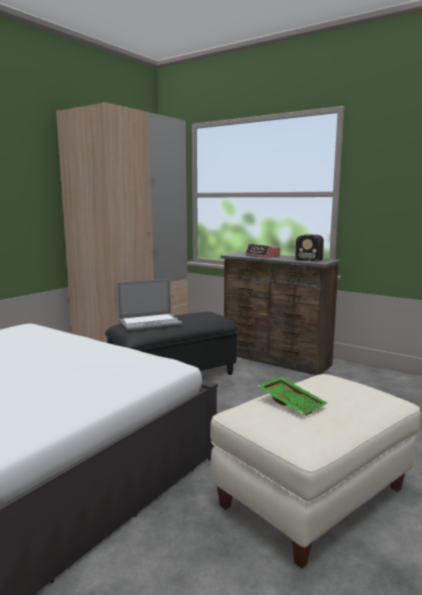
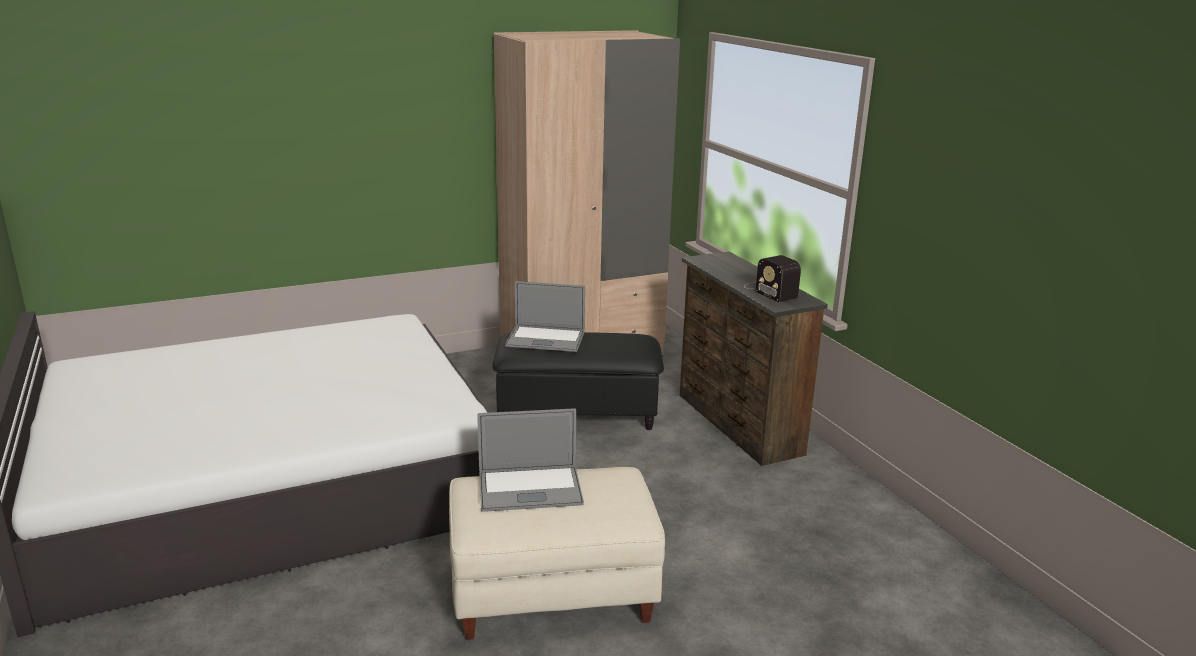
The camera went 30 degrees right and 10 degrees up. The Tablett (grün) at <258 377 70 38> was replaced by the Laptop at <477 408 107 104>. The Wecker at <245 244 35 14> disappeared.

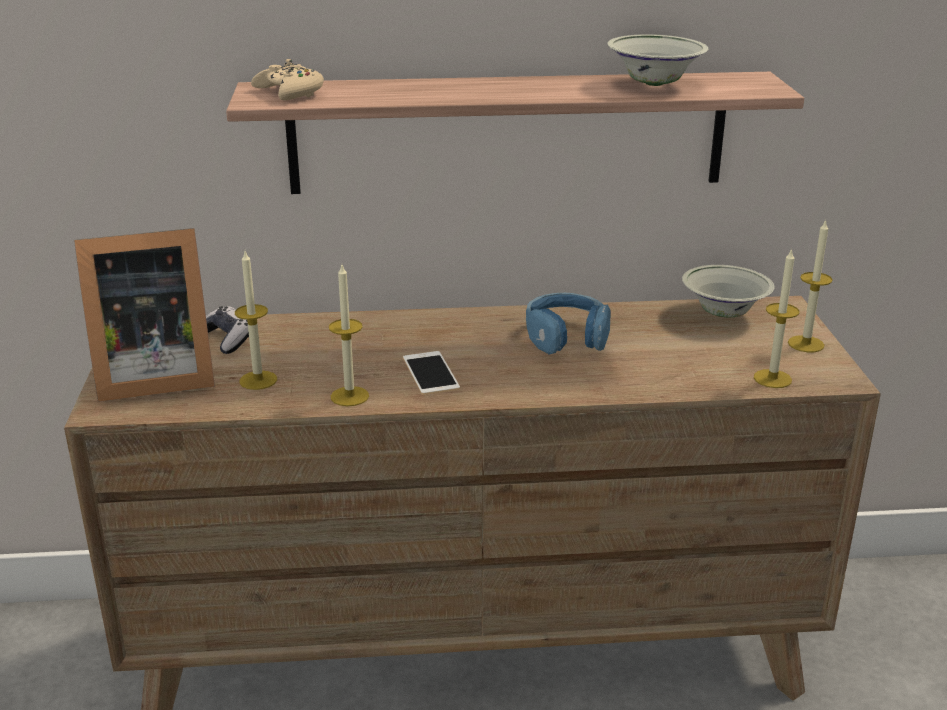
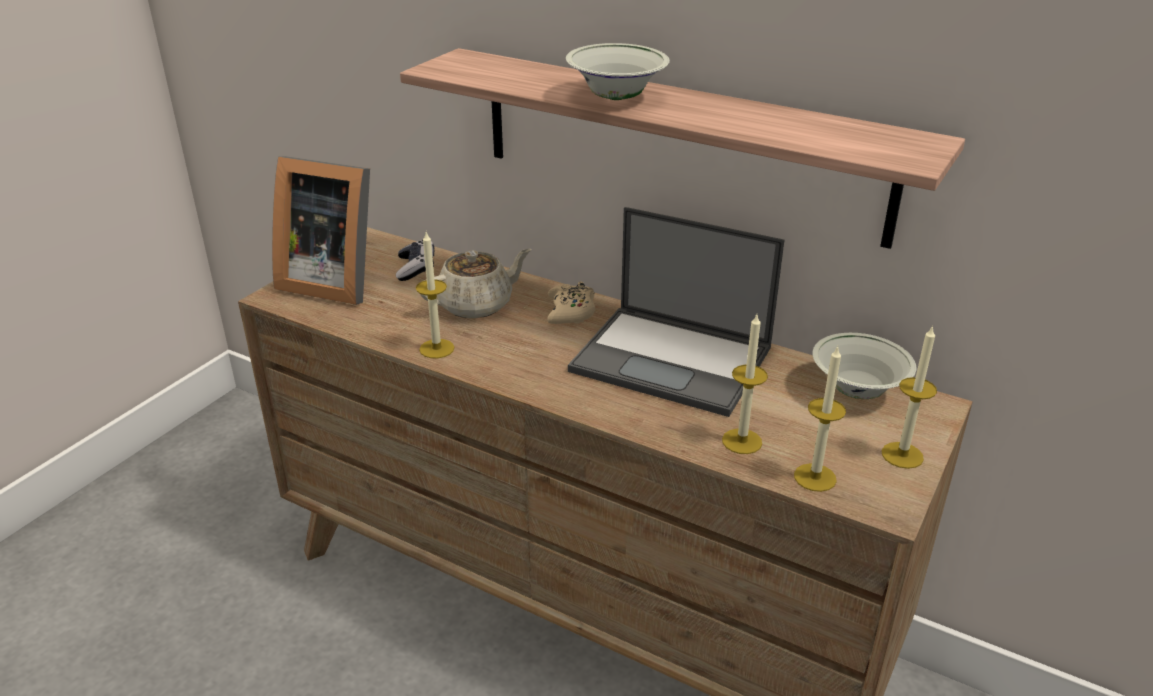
The camera went 35 degrees right and 5 degrees up. The Teekanne (beige) at <420 249 111 70> appeared. The Gamepad (beige) moved from <251 59 73 41> to <547 281 48 43>. The Schüssel (weiß) moved from <607 34 102 52> to <566 43 104 57>. The Kopfhörer (blau) at <526 293 85 62> was replaced by the Laptop at <568 207 216 210>. The Kerze moved from <235 251 42 139> to <722 315 46 139>. The Handy at <403 351 57 44> disappeared.

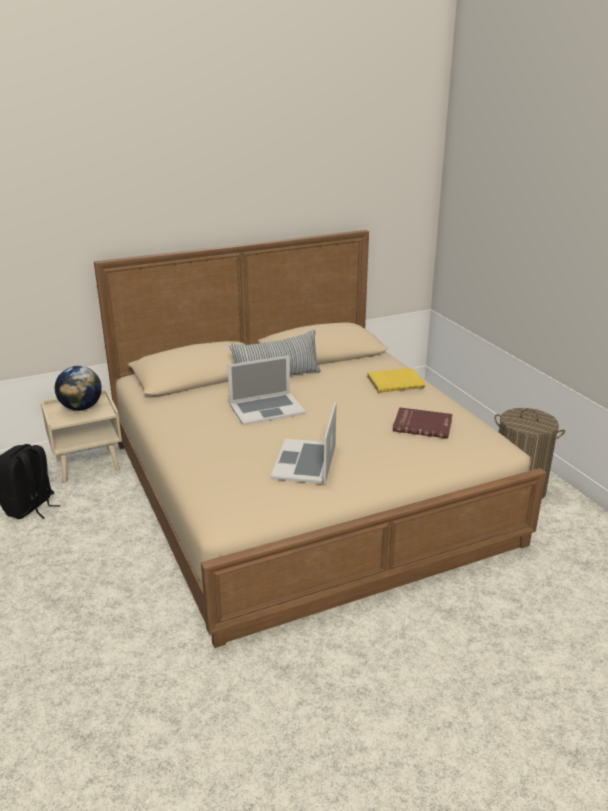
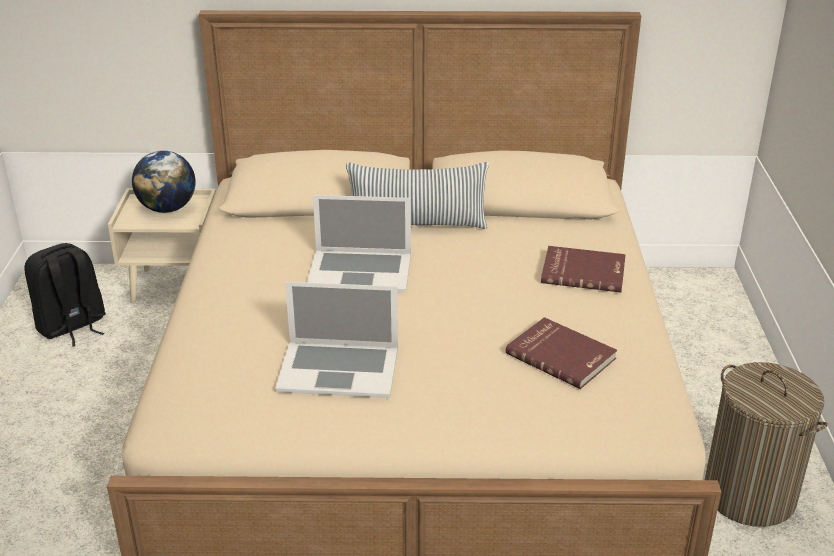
The camera went 25 degrees right and 5 degrees up. The Laptop at <271 402 66 82> turned 120 degrees counterclockwise. The Buch (gelb) at <367 368 58 25> became the Buch (rot) at <541 246 85 46>.

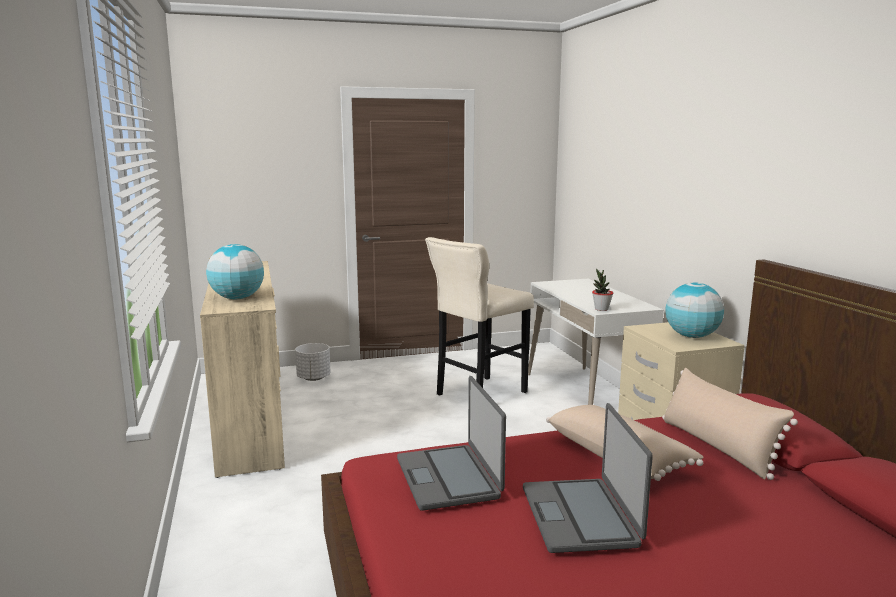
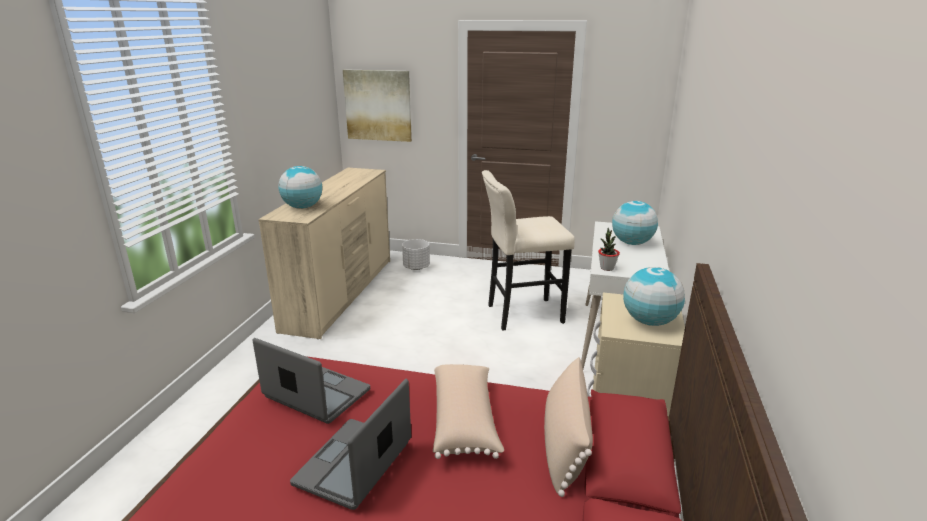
The camera went 30 degrees right and 10 degrees up. The Laptop at <397 376 109 135> turned 105 degrees clockwise. The Bild at <343 69 69 73> appeared. The Globus at <612 201 46 44> appeared.

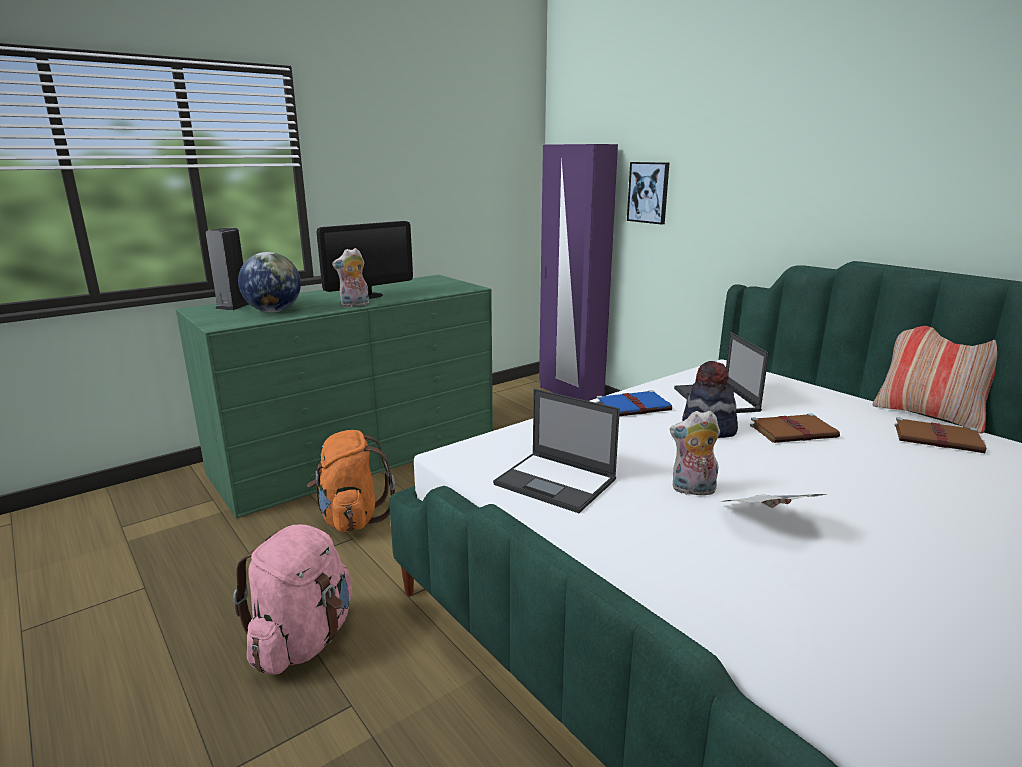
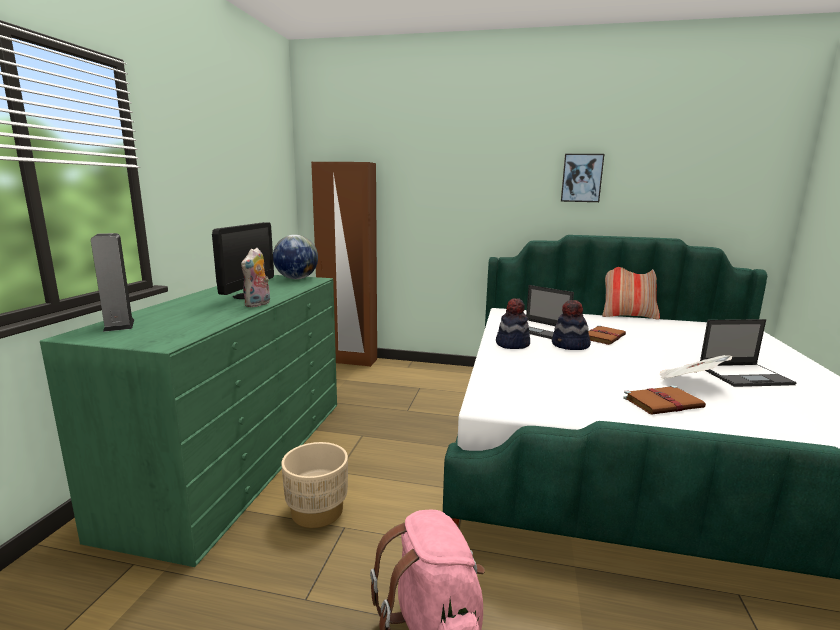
The camera went 40 degrees left and 5 degrees down. The Globus moved from <238 252 63 60> to <273 235 45 44>. The Rucksack (orange) at <307 430 88 102> was replaced by the Pflanzkübel (beige) at <281 442 67 86>. The Kleiderschrank (lila) at <539 144 79 257> became the Kleiderschrank (braun) at <311 162 66 205>. The Buch (blau) at <596 390 76 26> was replaced by the Hut at <496 298 34 51>. The Bild moved from <627 162 42 63> to <561 154 43 48>. The Buch (braun) moved from <895 417 91 36> to <623 385 83 29>. The Laptop moved from <493 389 127 124> to <700 319 97 68>. The Plüschtier at <670 411 50 84> disappeared.

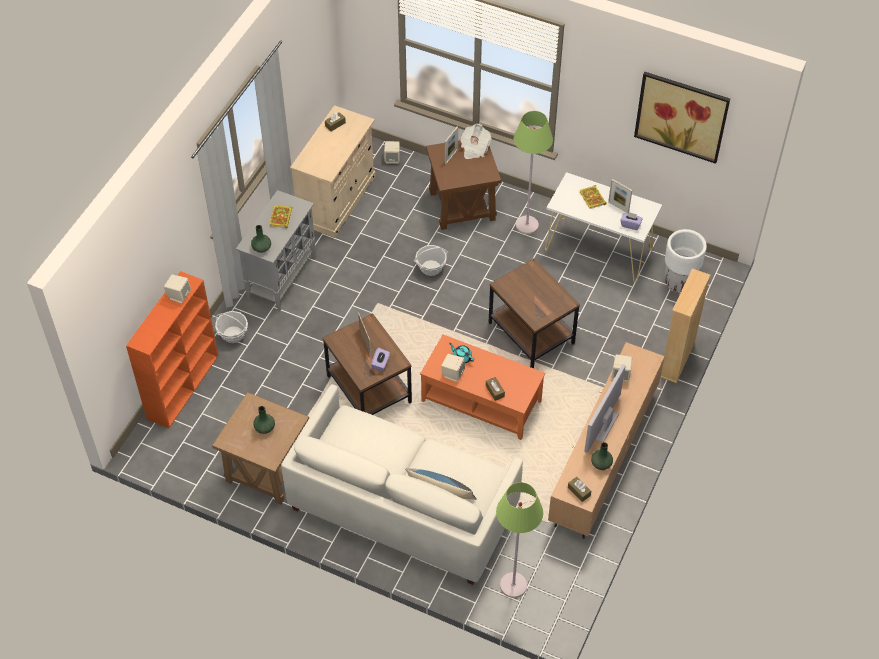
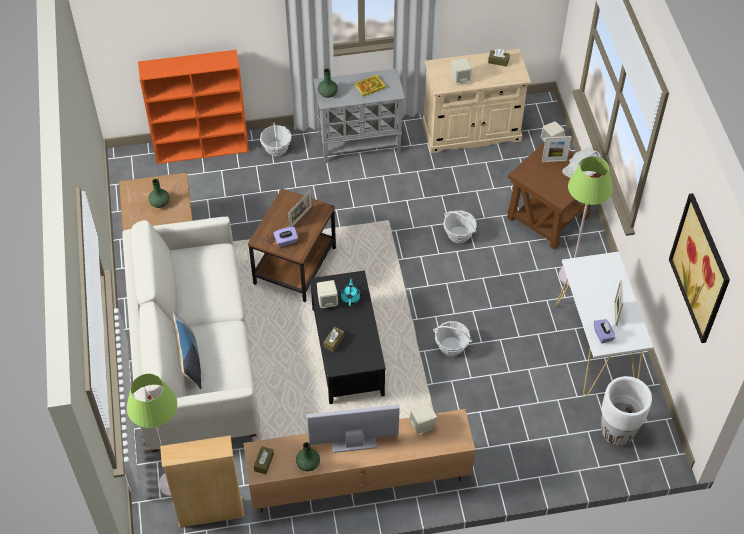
The camera went 55 degrees right and 0 degrees up. The Bücherregal (beige) moved from <661 268 49 115> to <160 435 84 93>. The Couchtisch (orange) at <420 335 125 105> became the Couchtisch (schwarz) at <310 271 76 133>. The Beistelltisch (braun) at <489 258 91 110> was replaced by the Korb at <433 321 39 35>. The Lautsprecher (beige) moved from <164 274 27 29> to <451 58 21 27>. The Buch at <580 185 27 24> disappeared.

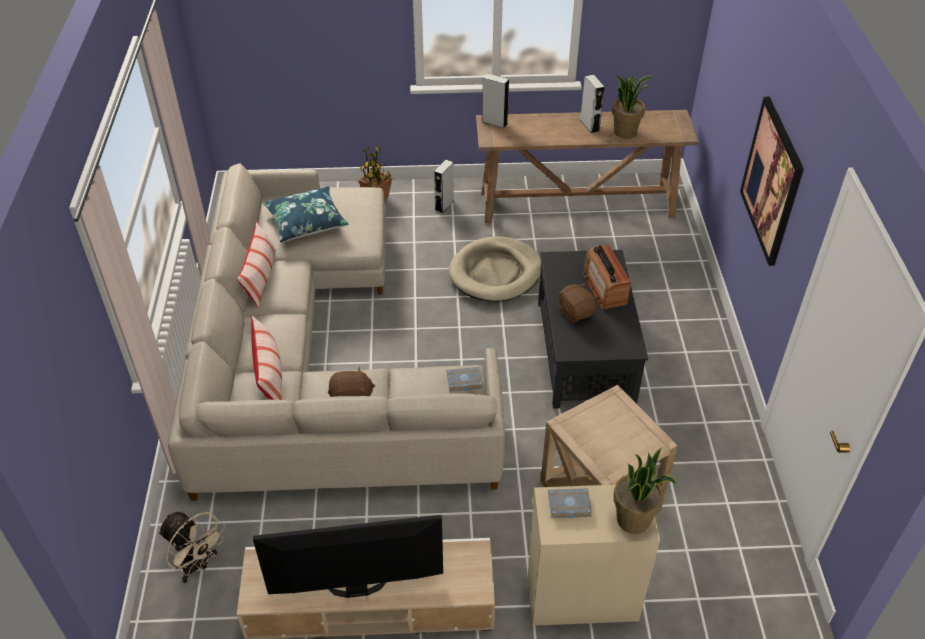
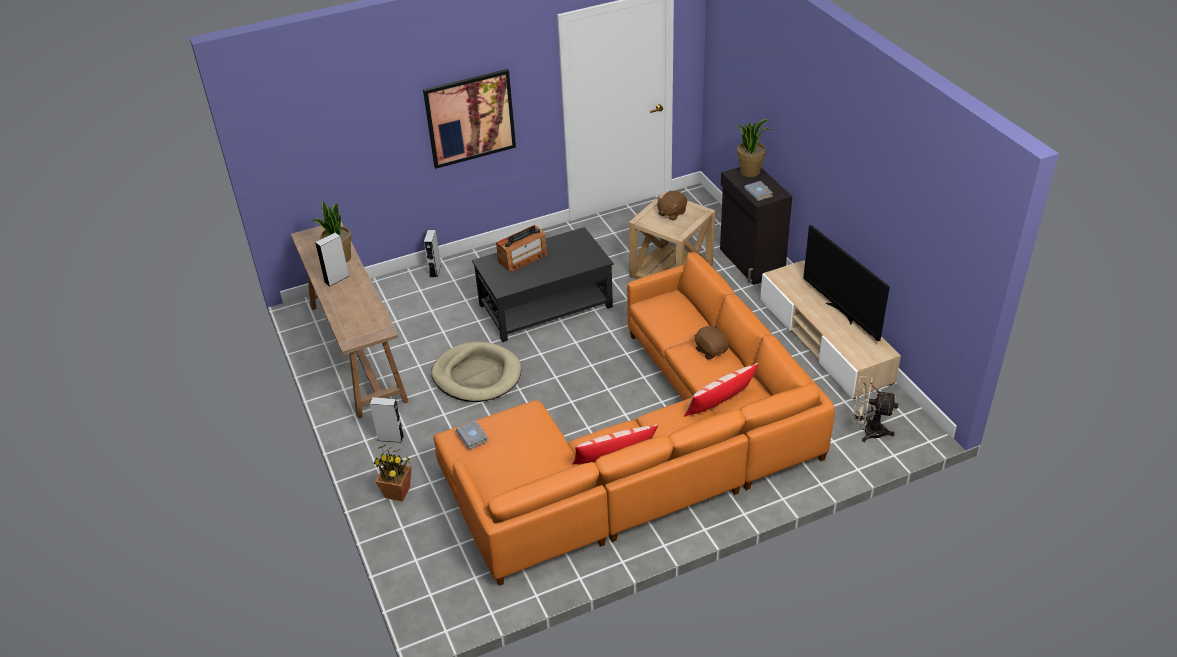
The camera went 110 degrees left and 5 degrees down. The Lautsprecher (grau) moved from <482 73 27 55> to <424 230 17 47>. The Sofa (beige) at <168 163 337 338> became the Sofa (orange) at <433 252 402 334>. The Buch (grau) moved from <447 367 36 25> to <456 420 32 29>. The Plüschtier (braun) moved from <557 283 40 40> to <657 191 30 30>. The Schrank (beige) at <528 485 132 141> became the Schrank (schwarz) at <720 167 73 118>. The Ventilator (beige) at <158 512 67 71> turned 90 degrees counterclockwise. The Kissen (blau) at <263 186 86 57> disappeared.

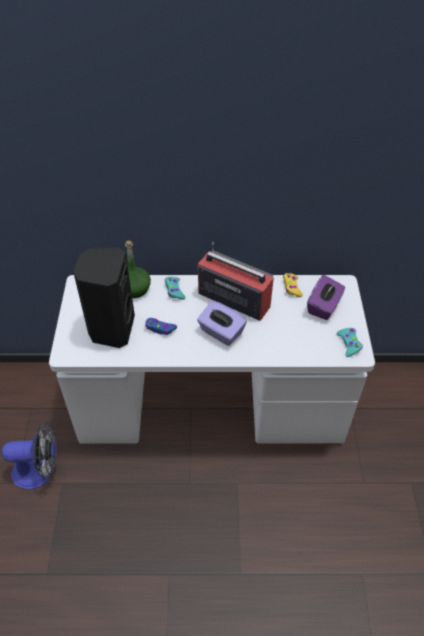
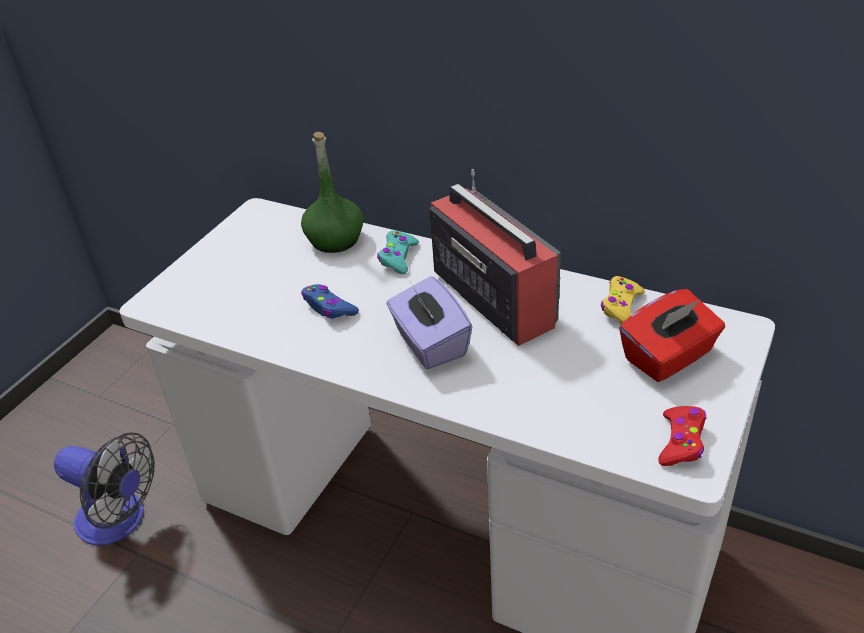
The camera went 30 degrees right and 10 degrees down. The Taschentuchbox (lila) at <307 275 38 45> became the Taschentuchbox (rot) at <619 289 106 93>. The Gamepad (türkis) at <337 328 26 29> became the Gamepad (rot) at <658 406 49 60>. The Lautsprecher (schwarz) at <73 248 62 100> disappeared.

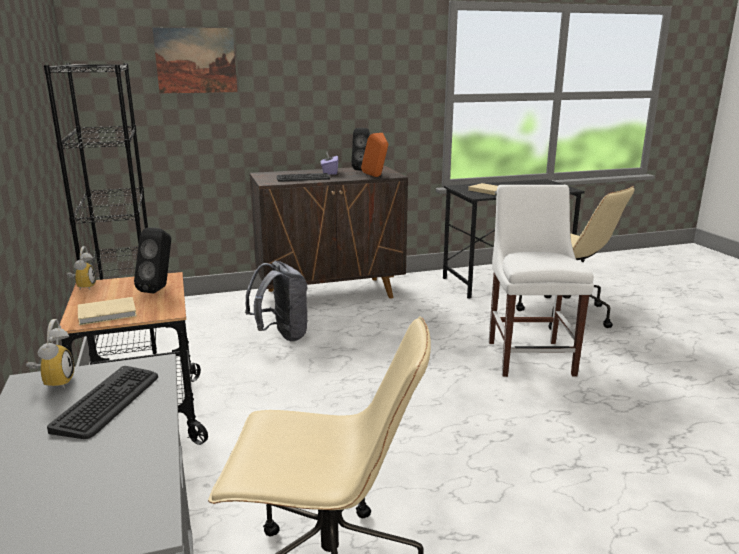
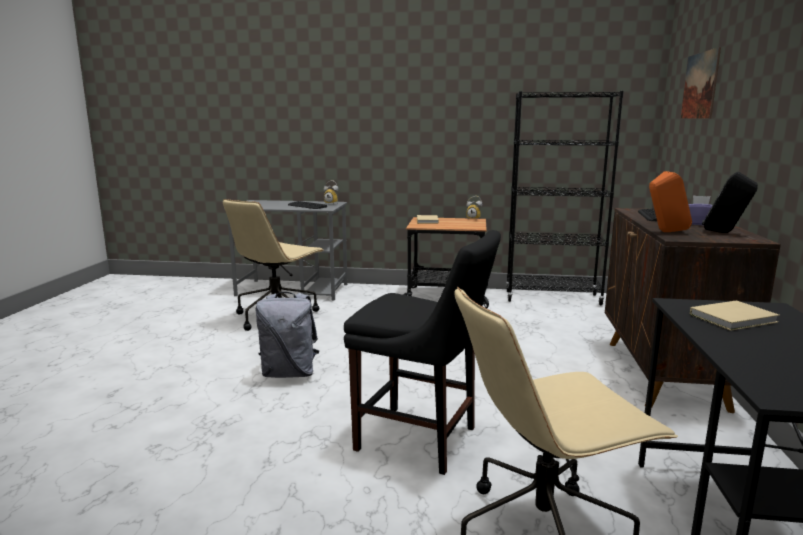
The camera went 115 degrees right and 5 degrees down. The Rucksack (grau) moved from <245 261 63 81> to <255 292 64 86>. The Stuhl (weiß) at <489 185 105 192> became the Stuhl (schwarz) at <344 230 157 245>. The Lautsprecher (schwarz) at <134 227 37 66> disappeared.

